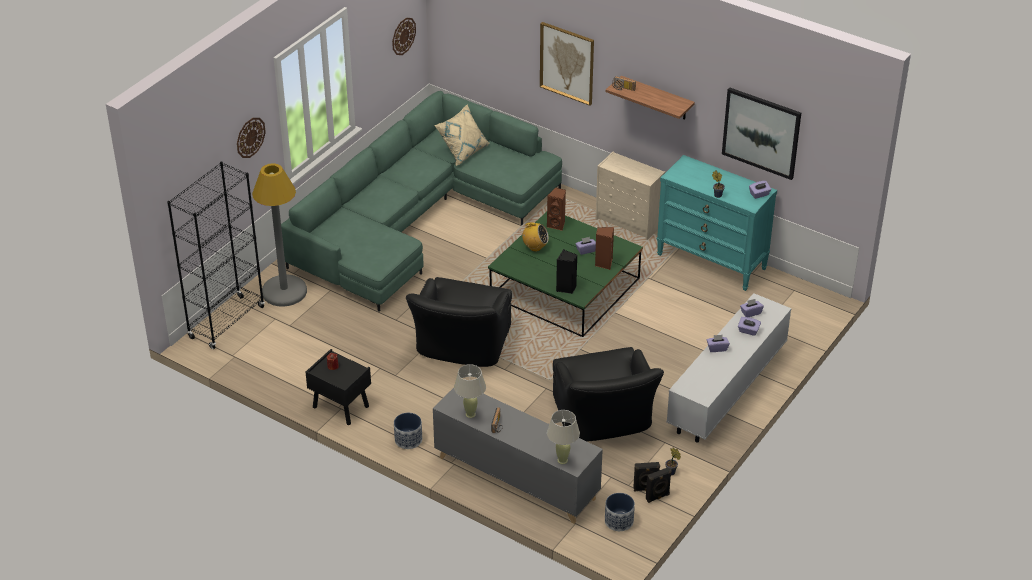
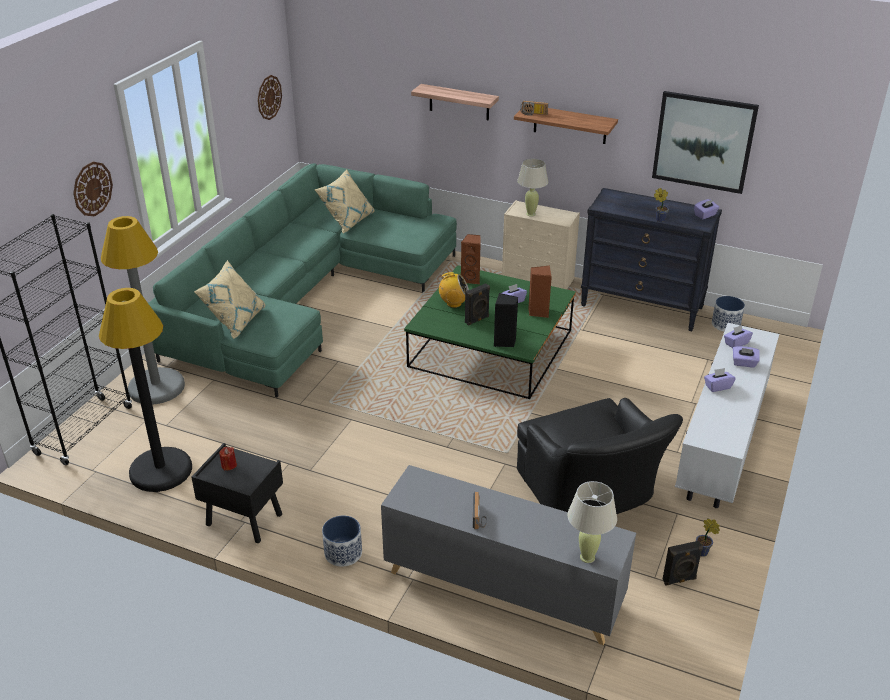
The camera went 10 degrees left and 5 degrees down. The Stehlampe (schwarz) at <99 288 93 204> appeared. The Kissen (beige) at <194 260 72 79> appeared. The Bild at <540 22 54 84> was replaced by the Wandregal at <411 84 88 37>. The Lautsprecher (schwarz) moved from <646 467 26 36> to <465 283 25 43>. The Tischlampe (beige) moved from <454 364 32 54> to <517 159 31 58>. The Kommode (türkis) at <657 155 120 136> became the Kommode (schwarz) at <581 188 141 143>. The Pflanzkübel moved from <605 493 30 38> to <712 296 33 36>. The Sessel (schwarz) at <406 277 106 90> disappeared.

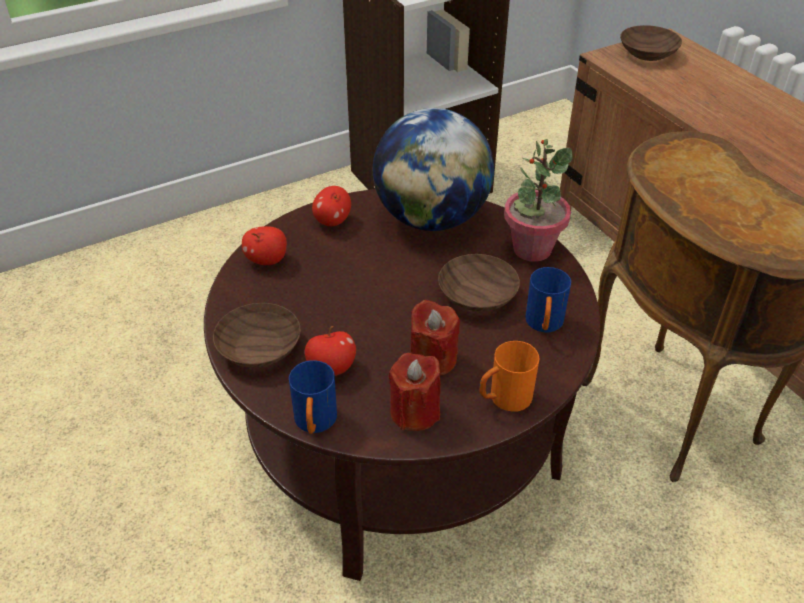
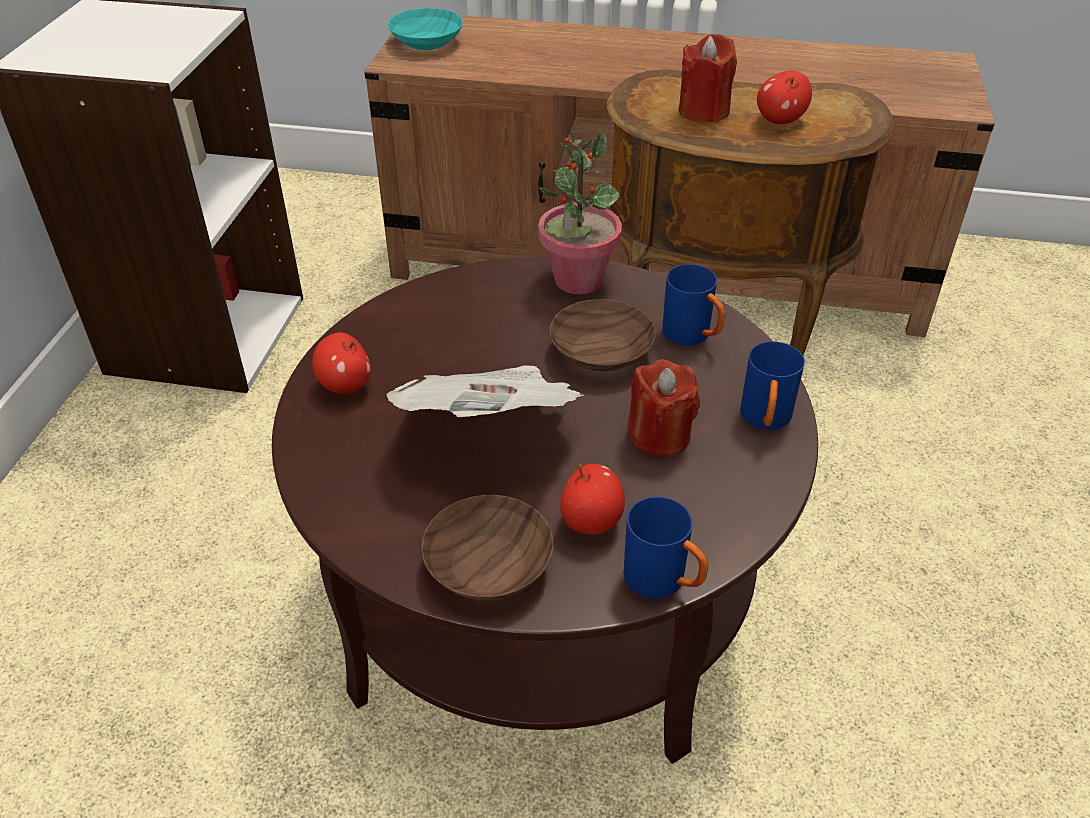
The camera went 50 degrees left and 0 degrees up. The Zeitung at <386 365 198 52> appeared. The Schüssel (braun) at <620 25 62 36> became the Schüssel (türkis) at <388 8 75 42>. The Kerze (rot) moved from <389 353 52 78> to <679 34 58 89>. The Henkelbecher (orange) at <479 341 60 71> became the Henkelbecher (blau) at <740 341 65 89>. The Apfel moved from <242 226 45 39> to <757 71 55 53>. The Globus at <373 108 121 123> disappeared.

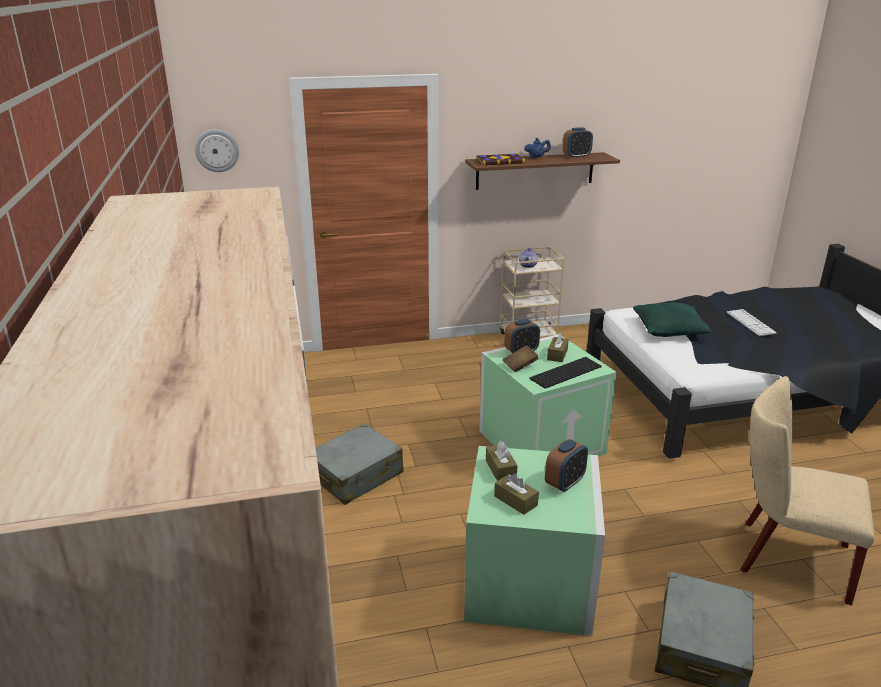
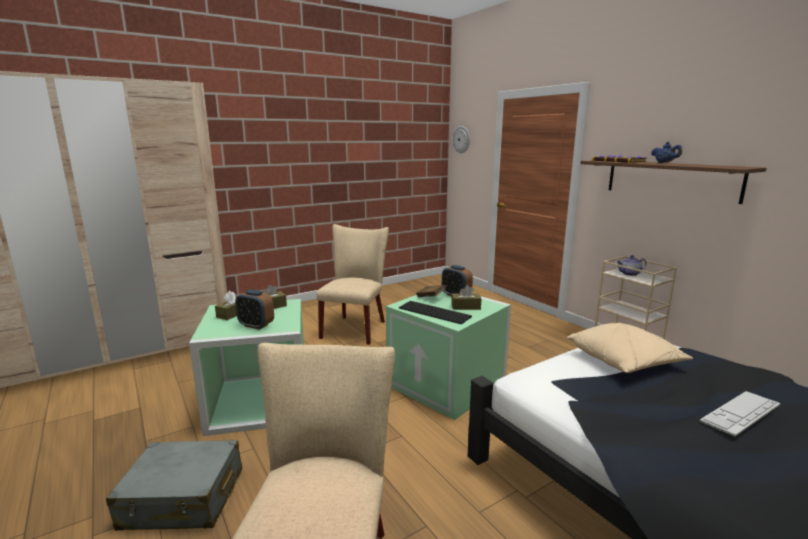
The camera went 70 degrees right and 10 degrees down. The Koffer (grau) at <316 423 88 82> was replaced by the Stuhl (beige) at <316 224 73 121>. The Kissen (grün) at <633 303 80 34> became the Kissen (beige) at <567 323 126 50>. The Wecker at <563 127 30 31> disappeared.

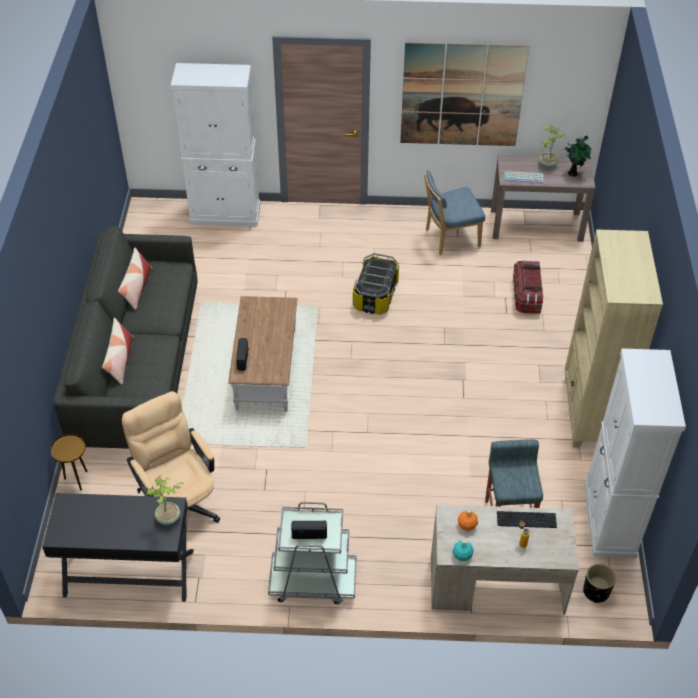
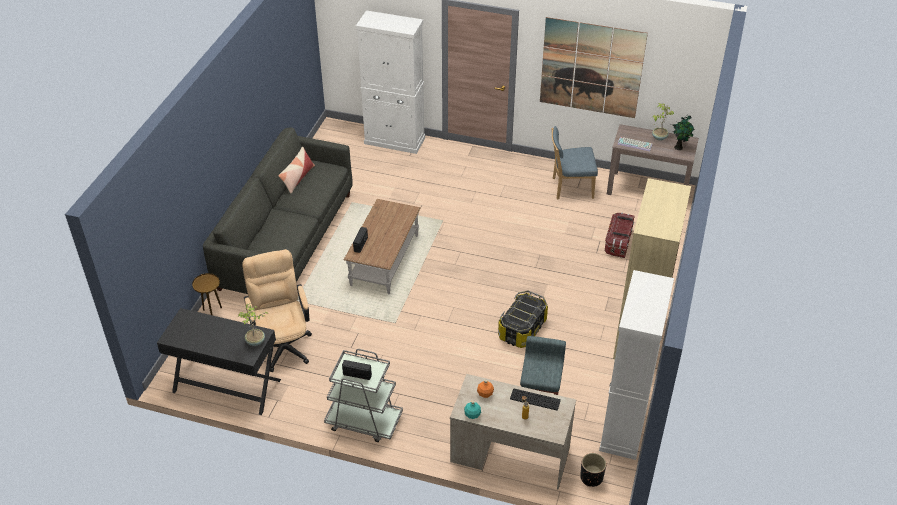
The camera went 15 degrees right and 5 degrees down. The Aufbewahrungsbox moved from <353 253 46 62> to <498 291 50 57>. The Kissen at <102 318 32 67> disappeared.

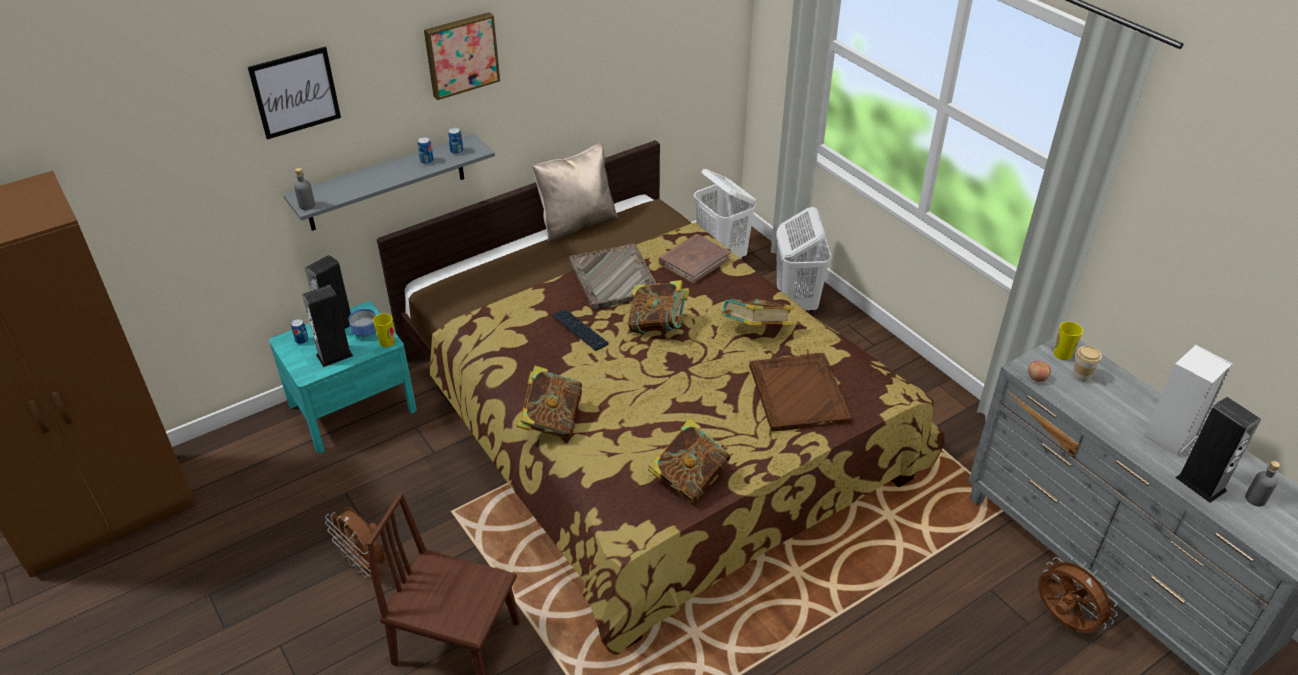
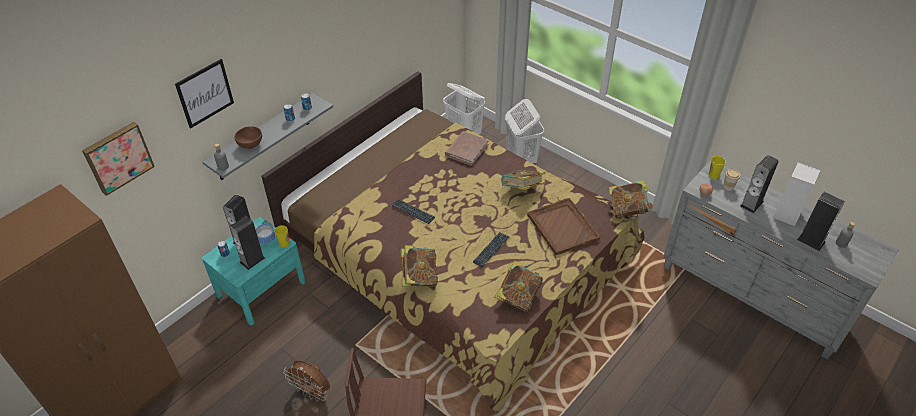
The camera went 15 degrees left and 5 degrees up. The Bild moved from <424 12 76 88> to <82 122 73 74>. The Schüssel (braun) at <235 126 27 23> appeared. The Tastatur at <473 232 36 35> appeared. The Buch moved from <628 280 61 53> to <609 180 43 39>. The Lautsprecher at <740 155 39 58> appeared. The Kissen (beige) at <532 143 87 99> disappeared. The Tablett (grau) at <569 244 88 65> disappeared. The Ventilator (braun) at <1038 557 79 76> disappeared.

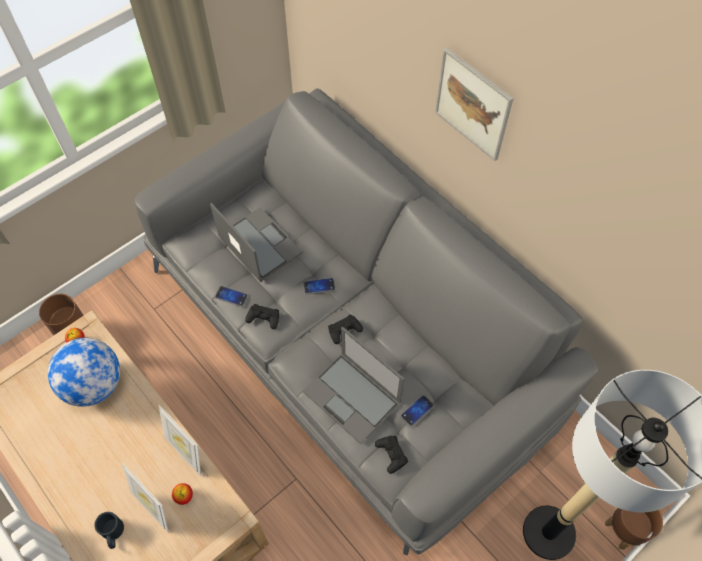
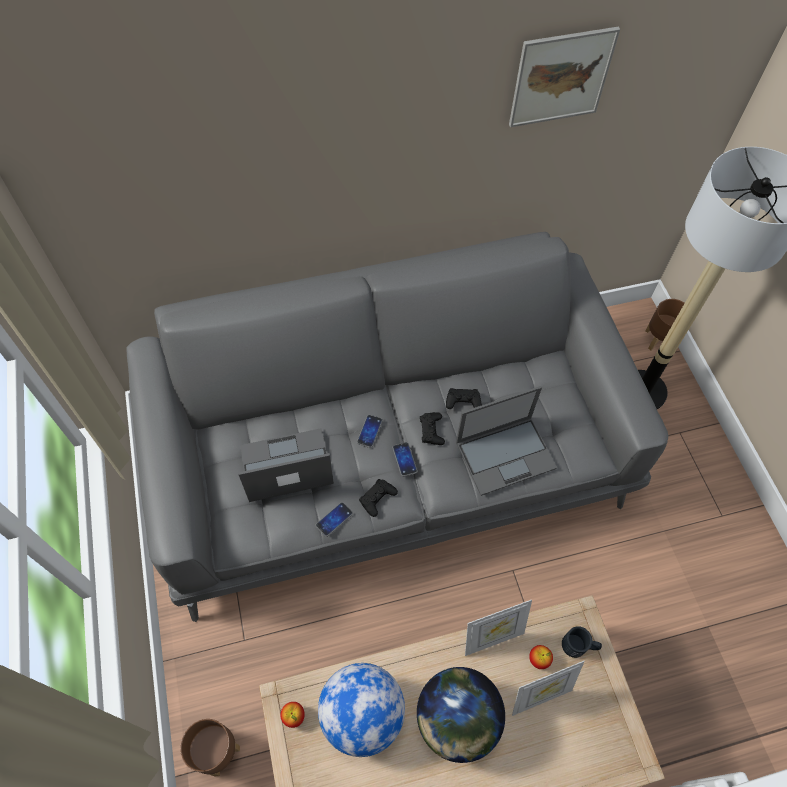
The camera went 65 degrees left and 0 degrees up. The Handy moved from <400 395 34 32> to <392 442 26 35>. The Globus at <417 667 88 96> appeared. The Gamepad (schwarz) moved from <375 436 33 38> to <446 388 36 21>. The Bild moved from <435 48 79 113> to <509 26 111 101>. The Henkelbecher (schwarz) moved from <94 512 30 37> to <562 626 40 32>.

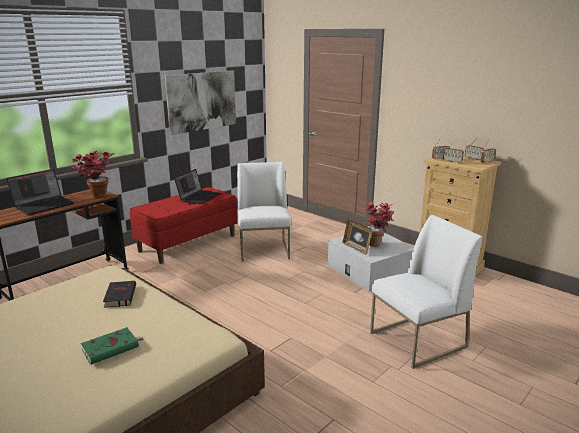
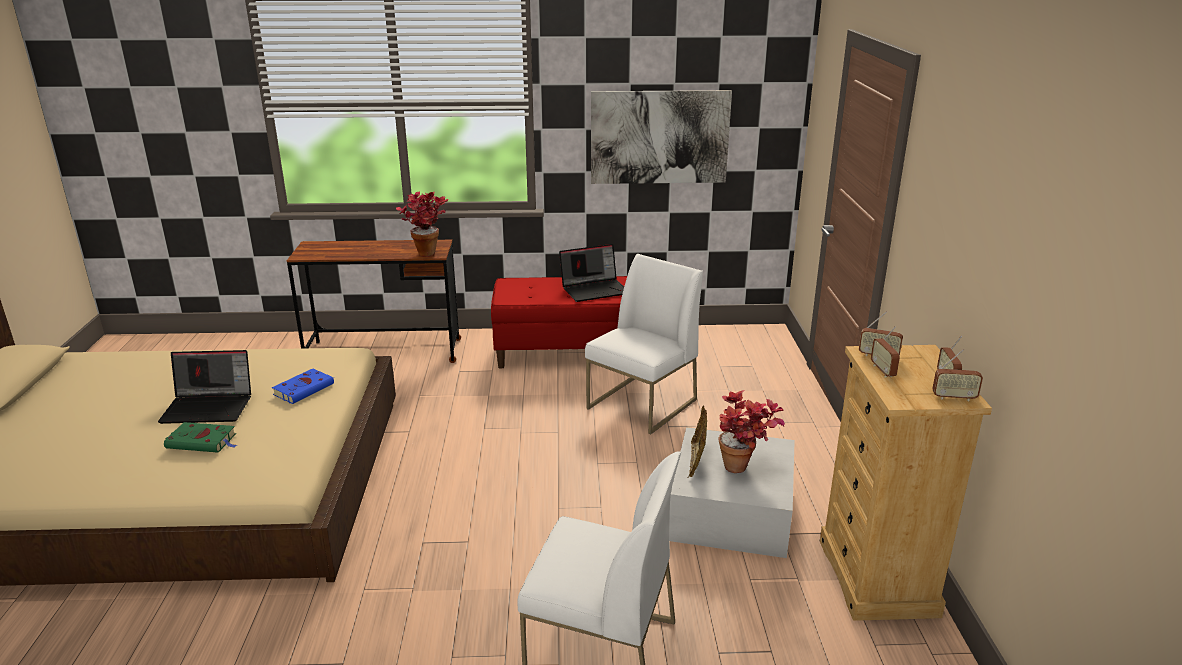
The camera went 45 degrees right and 5 degrees up. The Laptop moved from <6 169 68 46> to <158 350 93 74>. The Buch (schwarz) at <103 281 33 27> became the Buch (blau) at <272 368 62 36>.

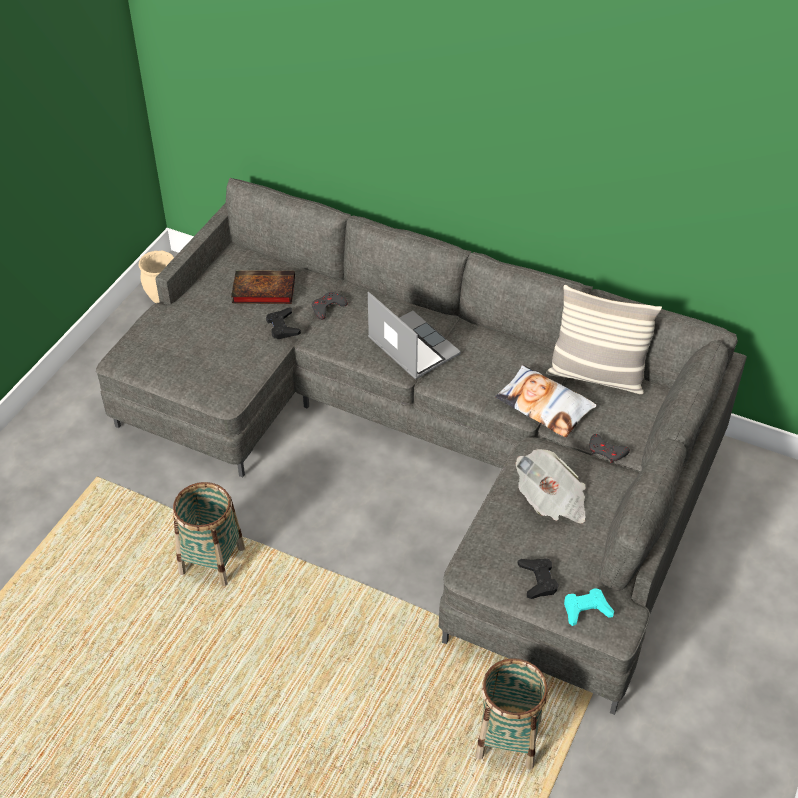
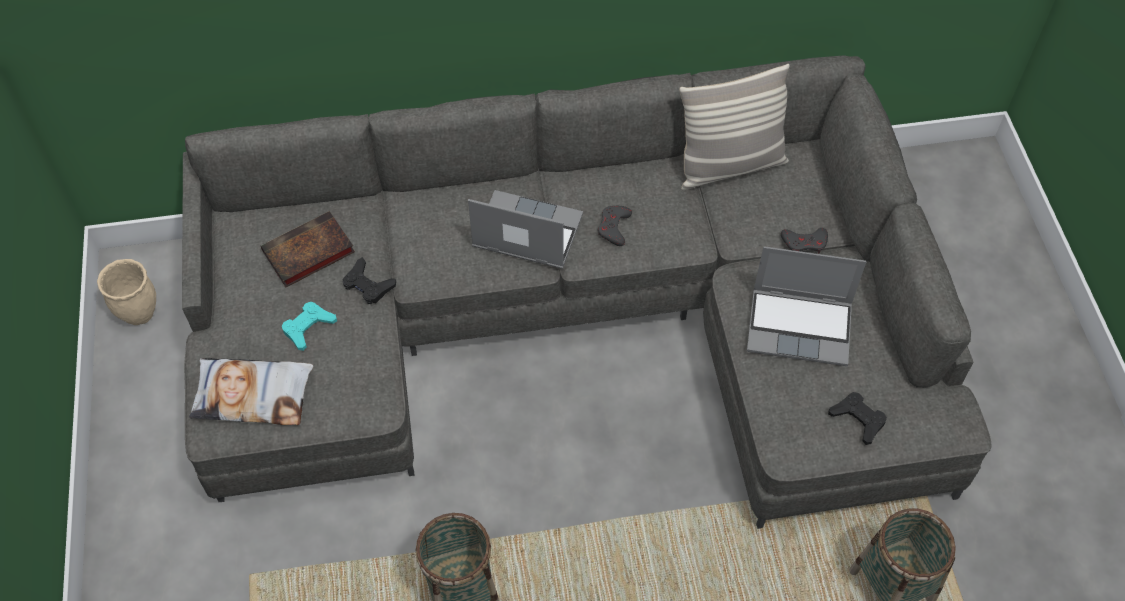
The camera went 35 degrees left and 10 degrees up. The Kissen moved from <495 365 102 72> to <189 358 125 67>. The Gamepad (türkis) moved from <564 588 50 38> to <282 302 55 49>. The Gamepad (grau) moved from <312 292 36 28> to <598 206 34 40>. The Zeitung at <516 449 70 74> was replaced by the Laptop at <747 246 119 120>.

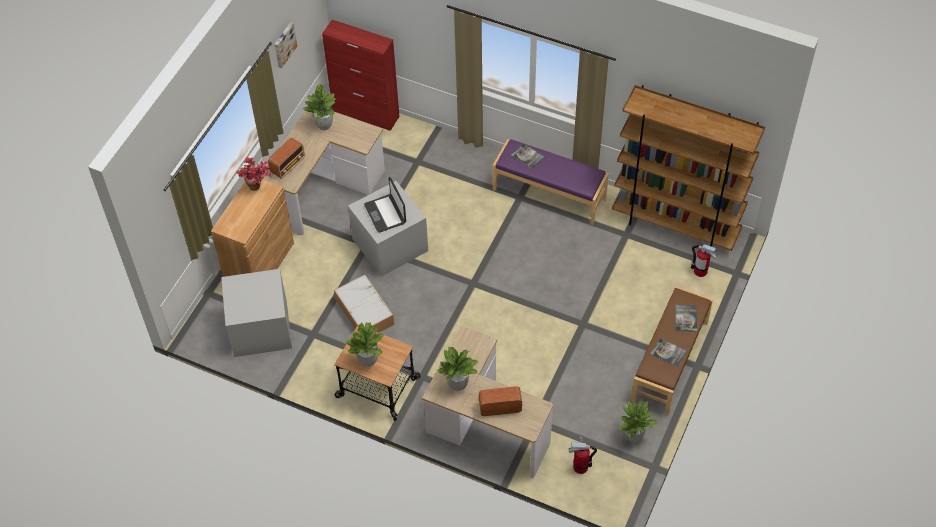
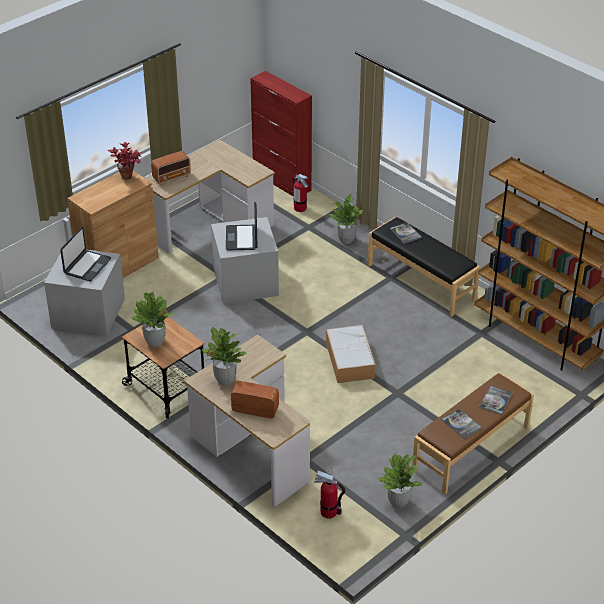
The camera went 20 degrees right and 15 degrees down. The Laptop at <60 227 51 54> appeared. The Feuerlöscher moved from <691 244 26 33> to <293 174 15 38>. The Aufbewahrungsbox moved from <334 275 60 58> to <326 325 50 58>. The Topfpflanze moved from <302 83 33 47> to <328 194 36 50>. The Bank (lila) at <493 139 116 86> became the Bank (schwarz) at <368 217 112 100>. The Bild at <275 22 22 46> disappeared.

